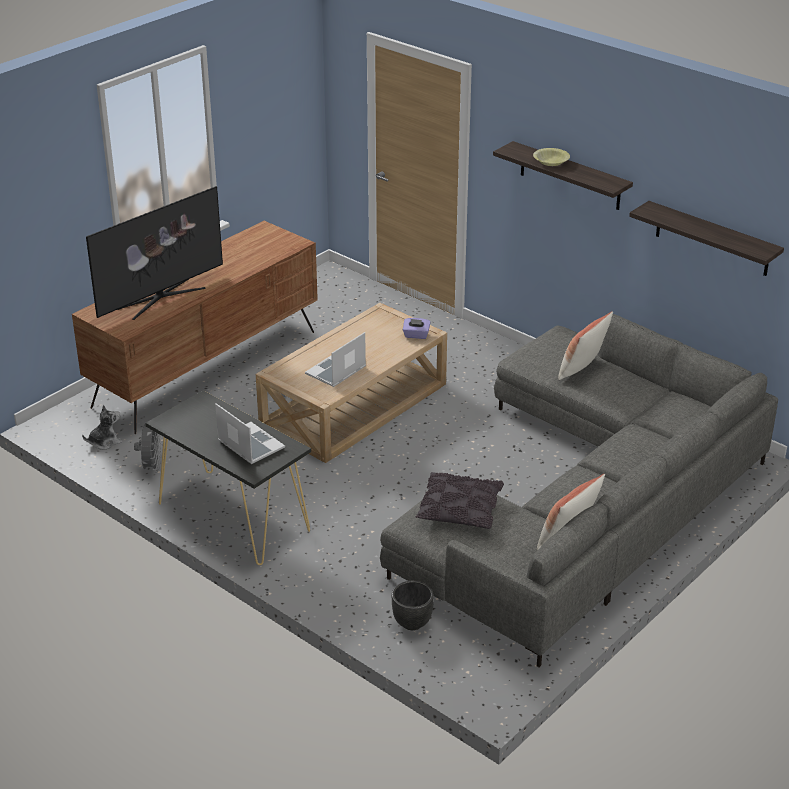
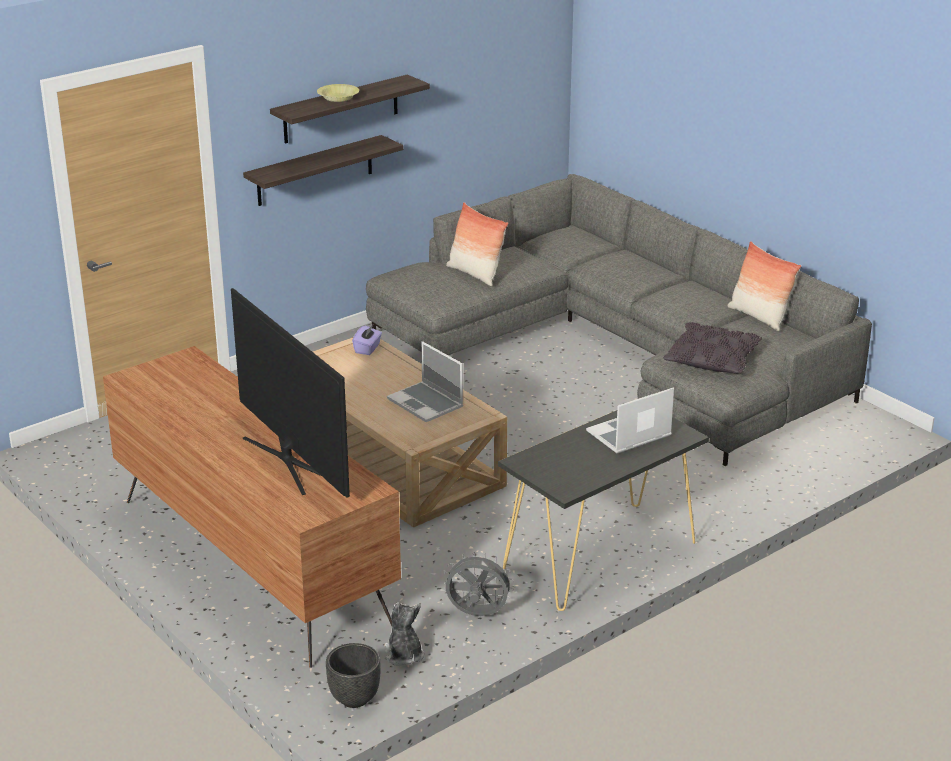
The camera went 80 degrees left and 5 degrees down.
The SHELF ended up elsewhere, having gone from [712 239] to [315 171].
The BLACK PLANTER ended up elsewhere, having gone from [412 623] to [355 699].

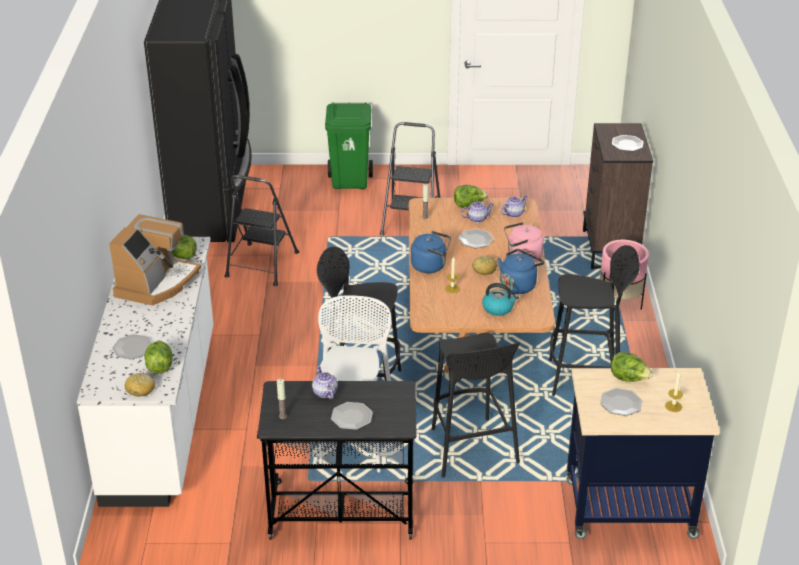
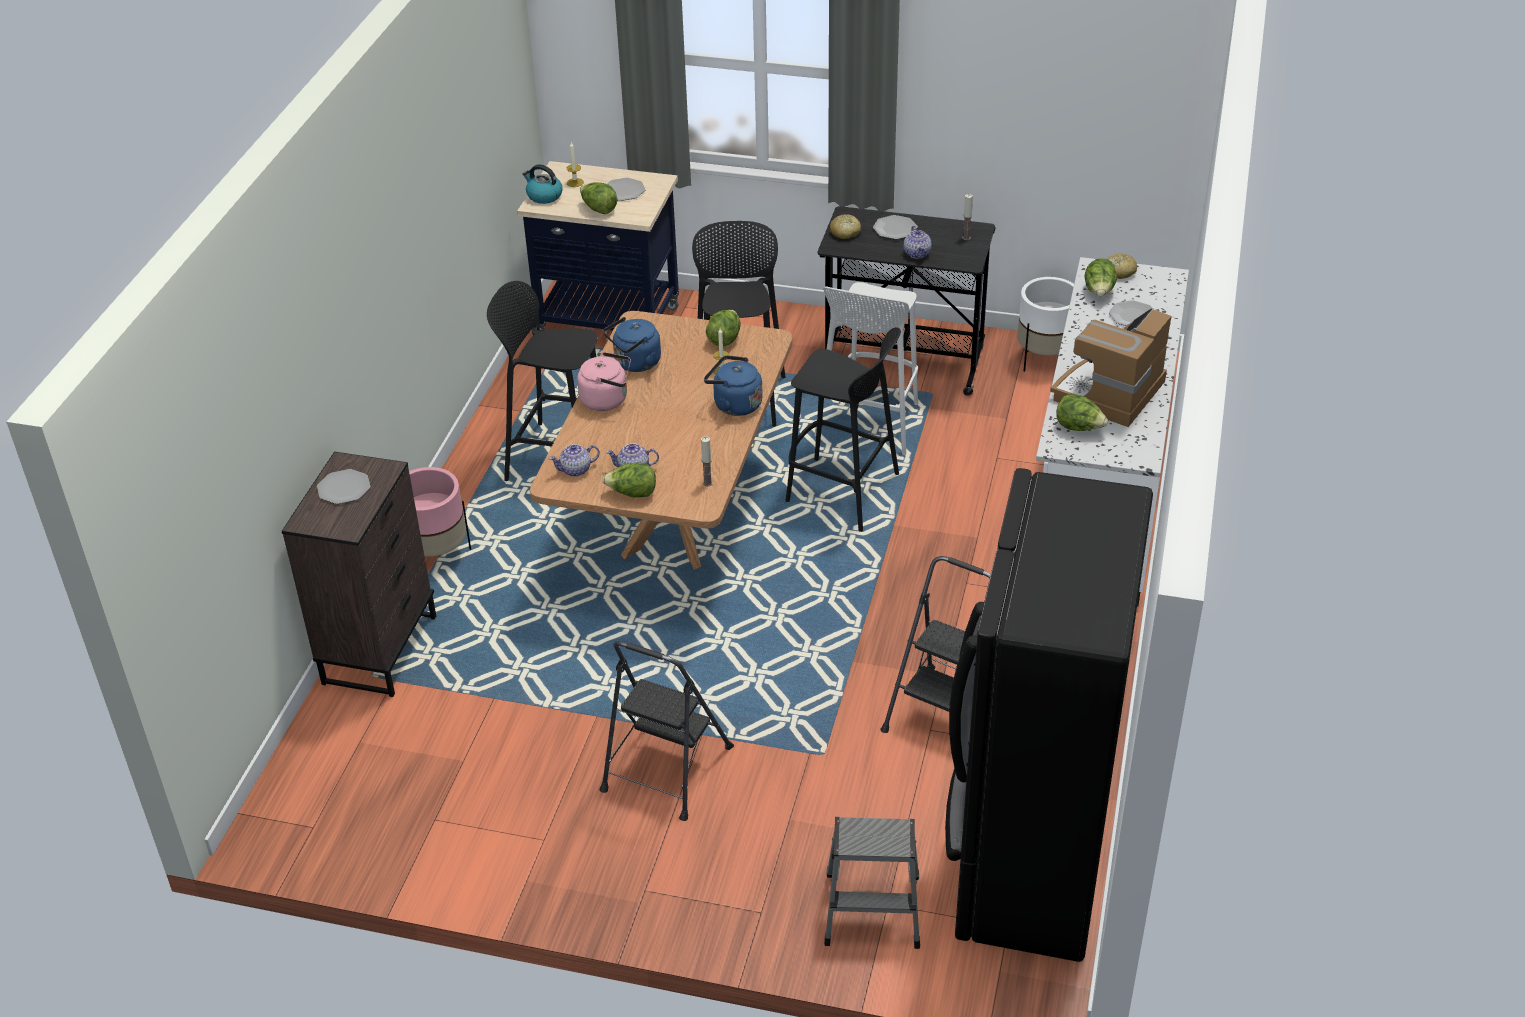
The camera went 165 degrees left and 5 degrees up.
The KETTLE ended up elsewhere, having gone from [498 308] to [544 196].
The second view gained the LETTUCE at [724 339].
The second view gained the GREY STEP LADDER at [871 908].
The BREAD ended up elsewhere, having gone from [484 269] to [845 232].
The second view gained the WHITE PLANTER at [1044 359].
The second view lost the GREEN TRASH CAN at [350 181].
The second view lost the PLATE at [475 239].

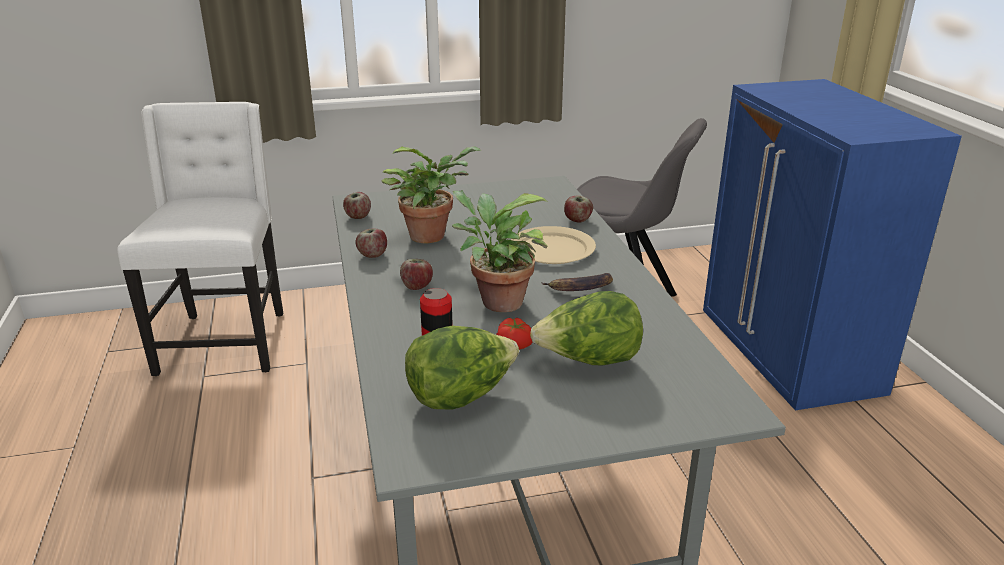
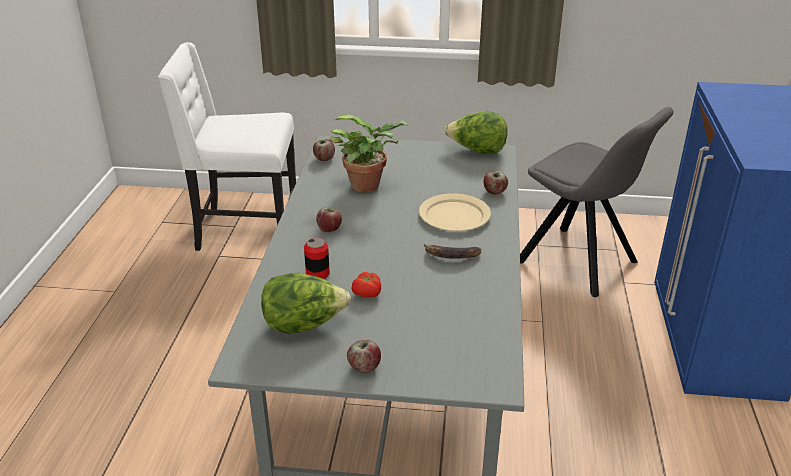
The camera went 20 degrees right and 5 degrees up.
The WHITE CHAIR at [225 341] ended up facing another way, 105 degrees counterclockwise from before.
The APPLE ended up elsewhere, having gone from [372 255] to [364 367].
The LETTUCE ended up elsewhere, having gone from [588 361] to [477 151].
The second view lost the POTTED PLANT at [496 302].

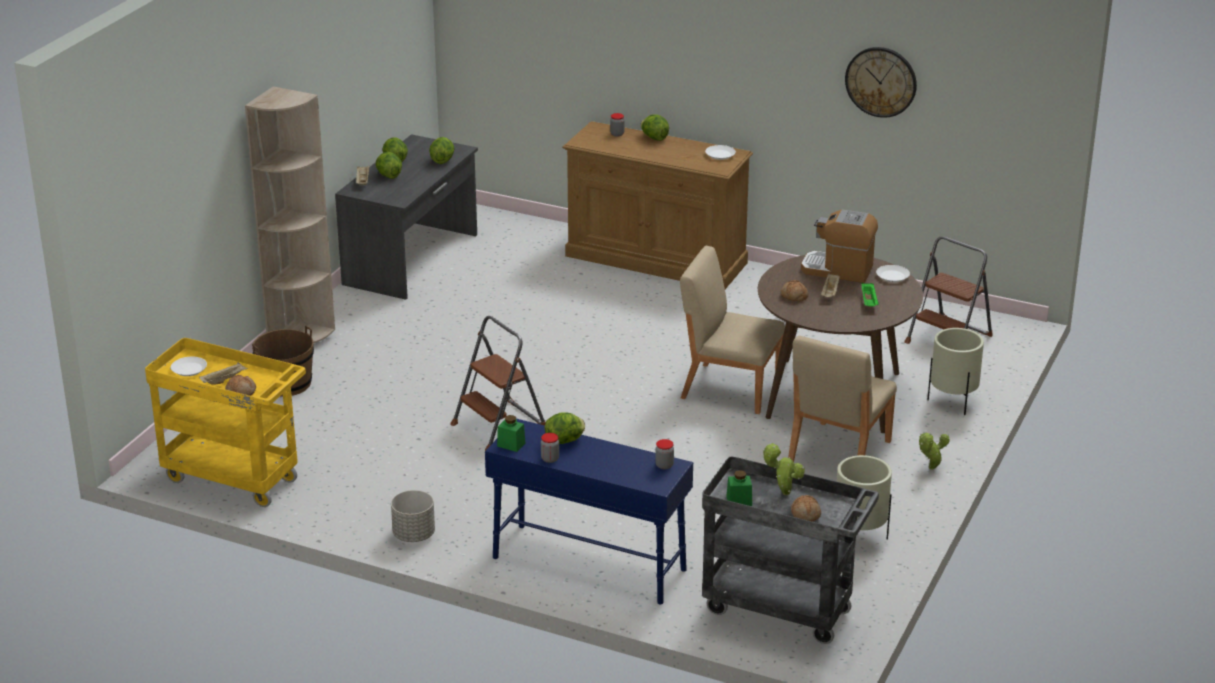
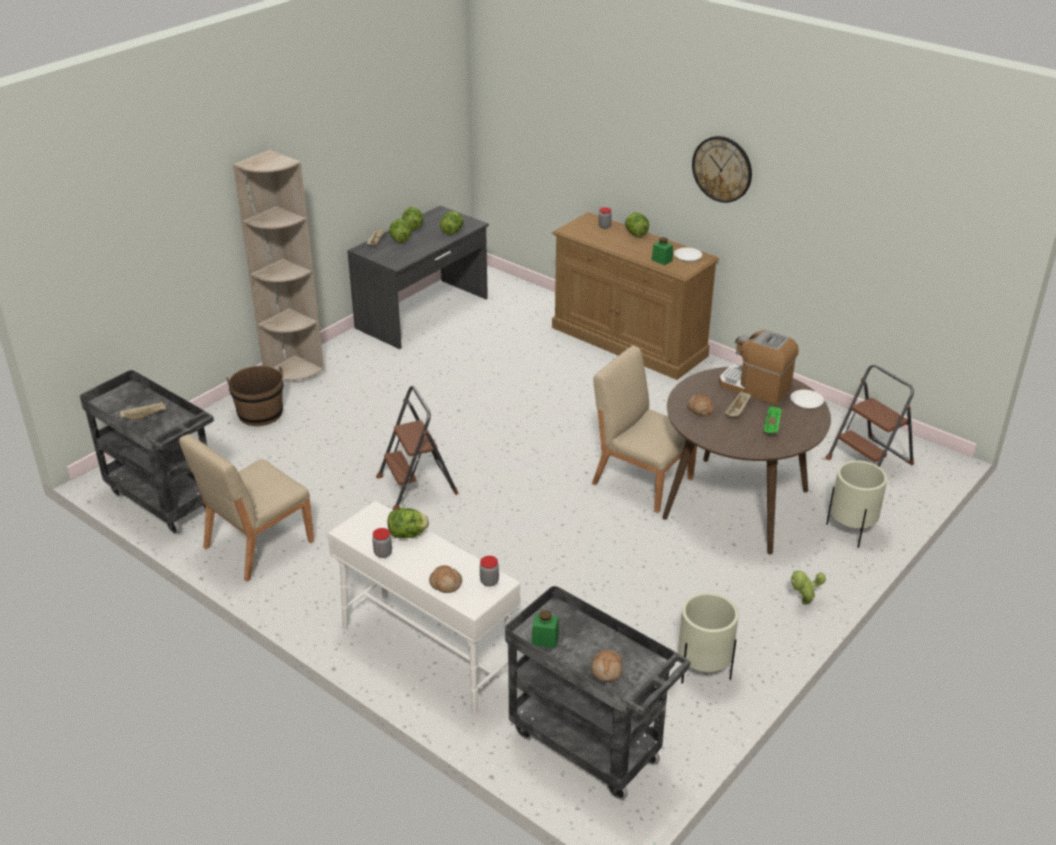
The camera went 15 degrees right and 5 degrees up.
What was the YELLOW CART at [236 482] turned into the BLACK CART at [166 505].
The BEIGE CHAIR ended up elsewhere, having gone from [838 452] to [257 545].
What was the BLUE CONSOLE TABLE at [589 563] turned into the WHITE CONSOLE TABLE at [428 651].
The BREAD ended up elsewhere, having gone from [241 391] to [446 583].
The GREEN JAR ended up elsewhere, having gone from [511 444] to [662 260].
The WALL CLOCK ended up elsewhere, having gone from [881 81] to [722 169].
The second view lost the WHITE PLATE at [188 369].
The second view lost the GREY PLANTER at [413 535].
The second view lost the POTTED PLANT at [783 493].

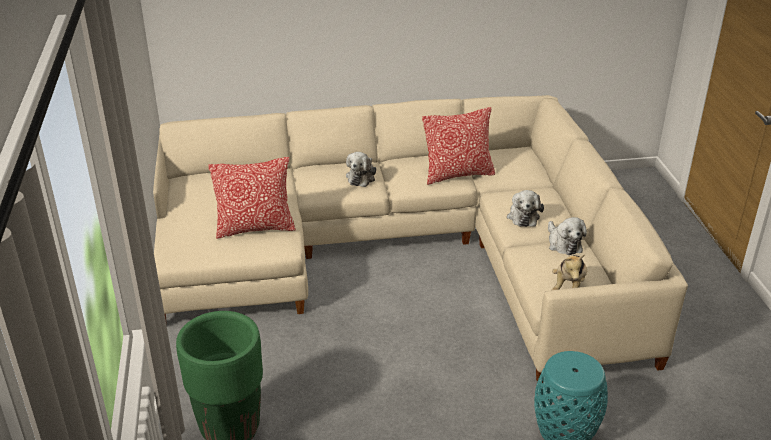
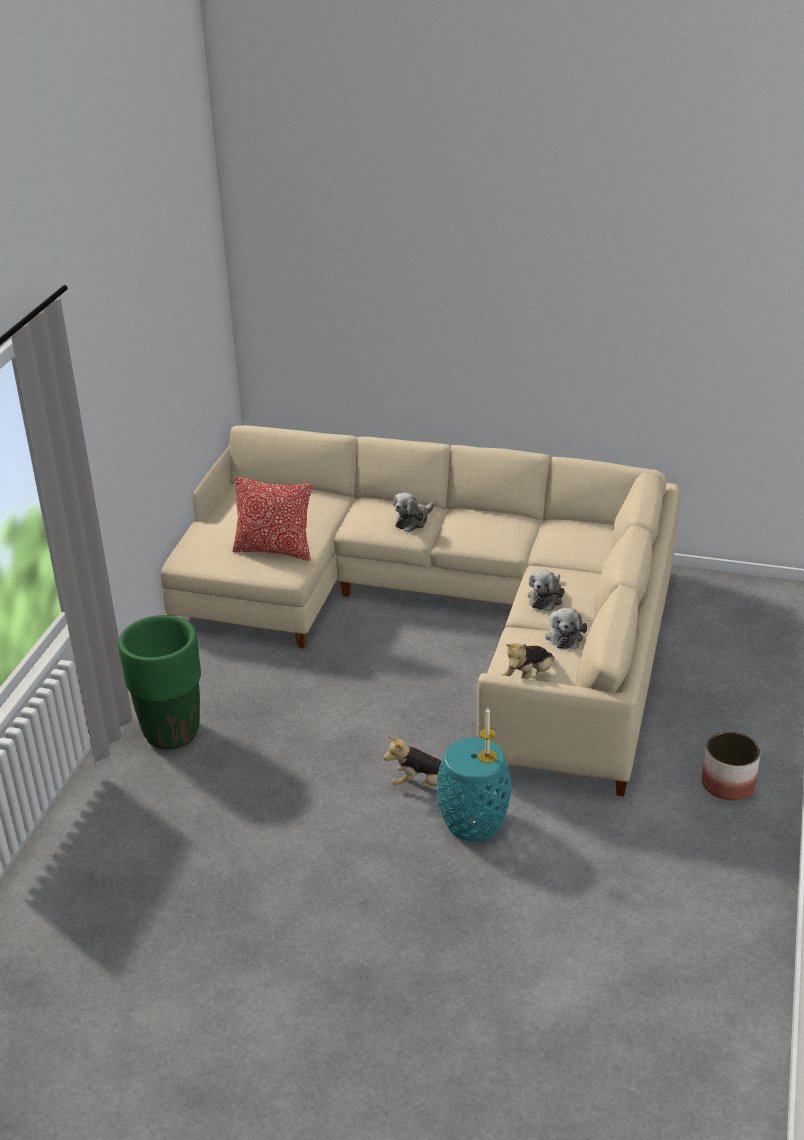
The camera went 25 degrees right and 0 degrees up.
The second view gained the PLUSH TOY at [424 785].
The second view gained the CANDLE at [487 756].
The second view gained the PLANTER at [728 784].
The second view lost the PILLOW at [458 174].

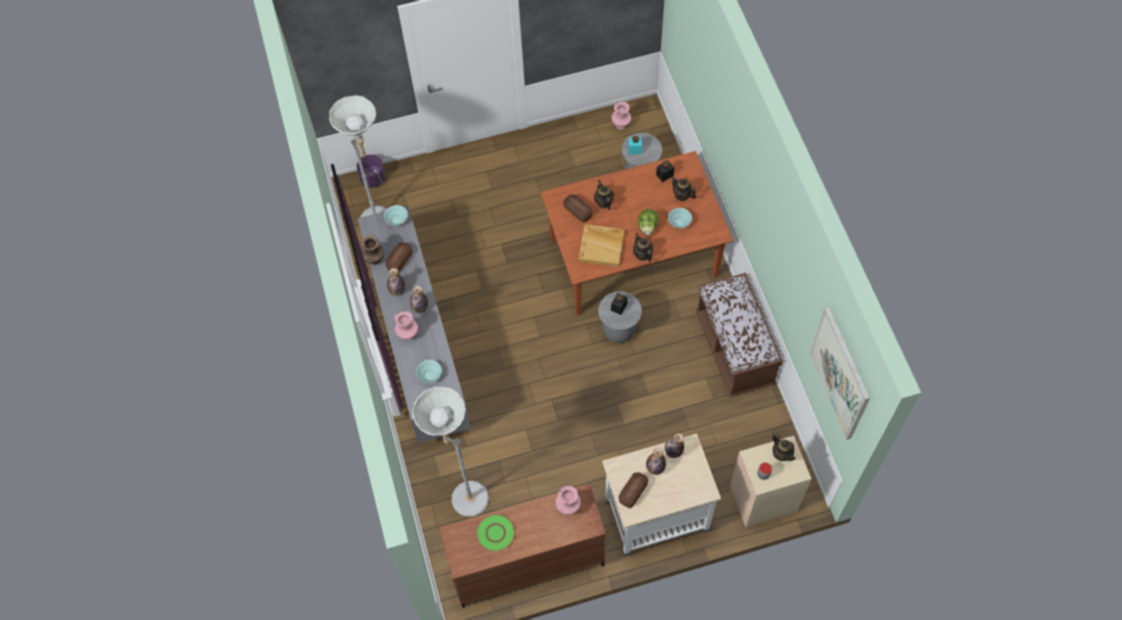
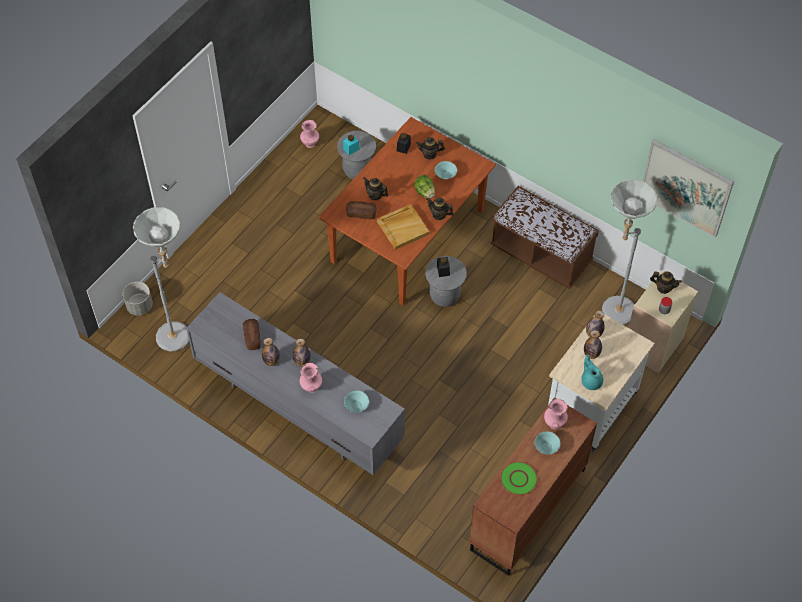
The camera went 40 degrees left and 5 degrees down.
What was the PURPLE PLANTER at [373 178] turned into the GREY PLANTER at [139 306].
The TURQUOISE BOWL ended up elsewhere, having gone from [397 219] to [546 447].
Where the BREAD stood at [633 492], the TURQUOISE TEAPOT came to stand at [591 381].
The GREY FLOOR LAMP ended up elsewhere, having gone from [463 495] to [611 311].
The second view lost the BROWN VASE at [374 259].

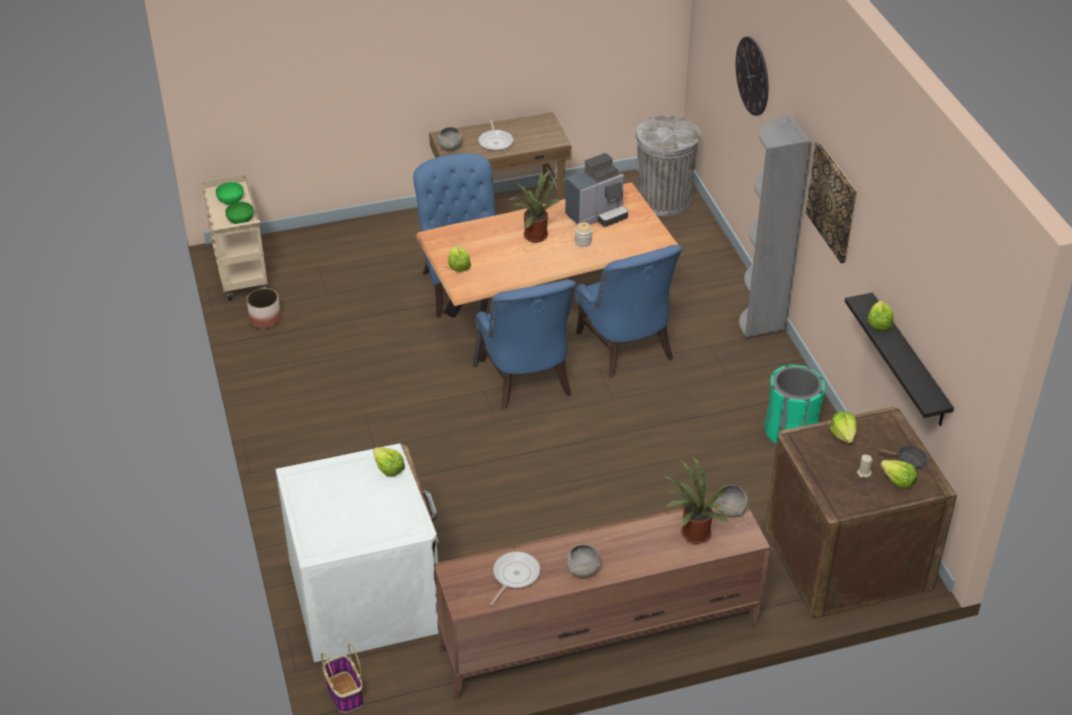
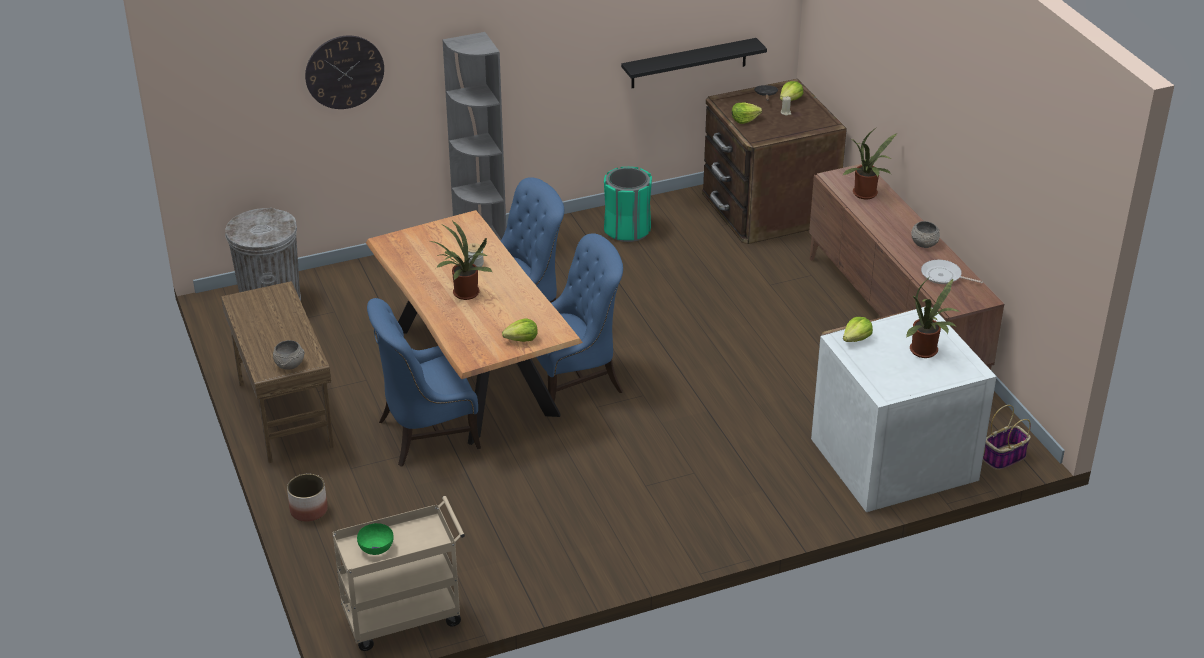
The camera went 95 degrees left and 5 degrees down.
The PLANTER ended up elsewhere, having gone from [265 319] to [309 510].
The second view gained the POTTED PLANT at [926 352].
The second view lost the GREEN BOWL at [241 220].
The second view lost the FRYING PAN at [495 142].
The second view lost the COFFEE MACHINE at [597 215].
The second view lost the GREY BOWL at [730 510].
The second view lost the PICTURE at [832 201].
The second view lost the LETTUCE at [879 323].

